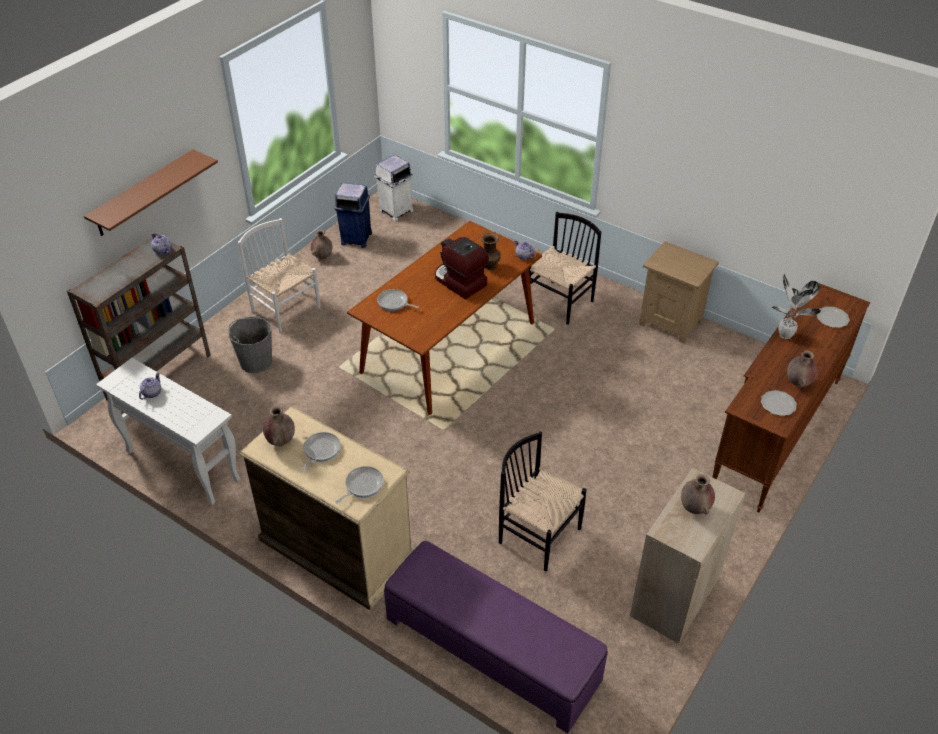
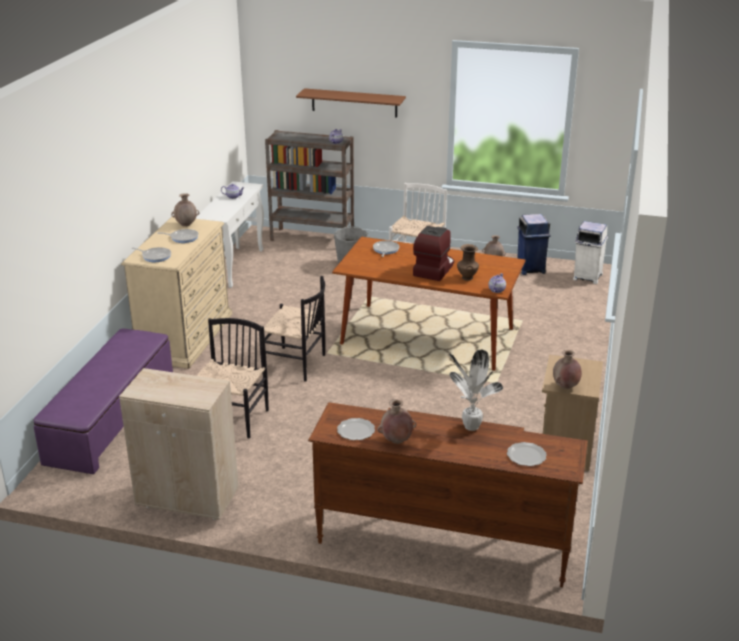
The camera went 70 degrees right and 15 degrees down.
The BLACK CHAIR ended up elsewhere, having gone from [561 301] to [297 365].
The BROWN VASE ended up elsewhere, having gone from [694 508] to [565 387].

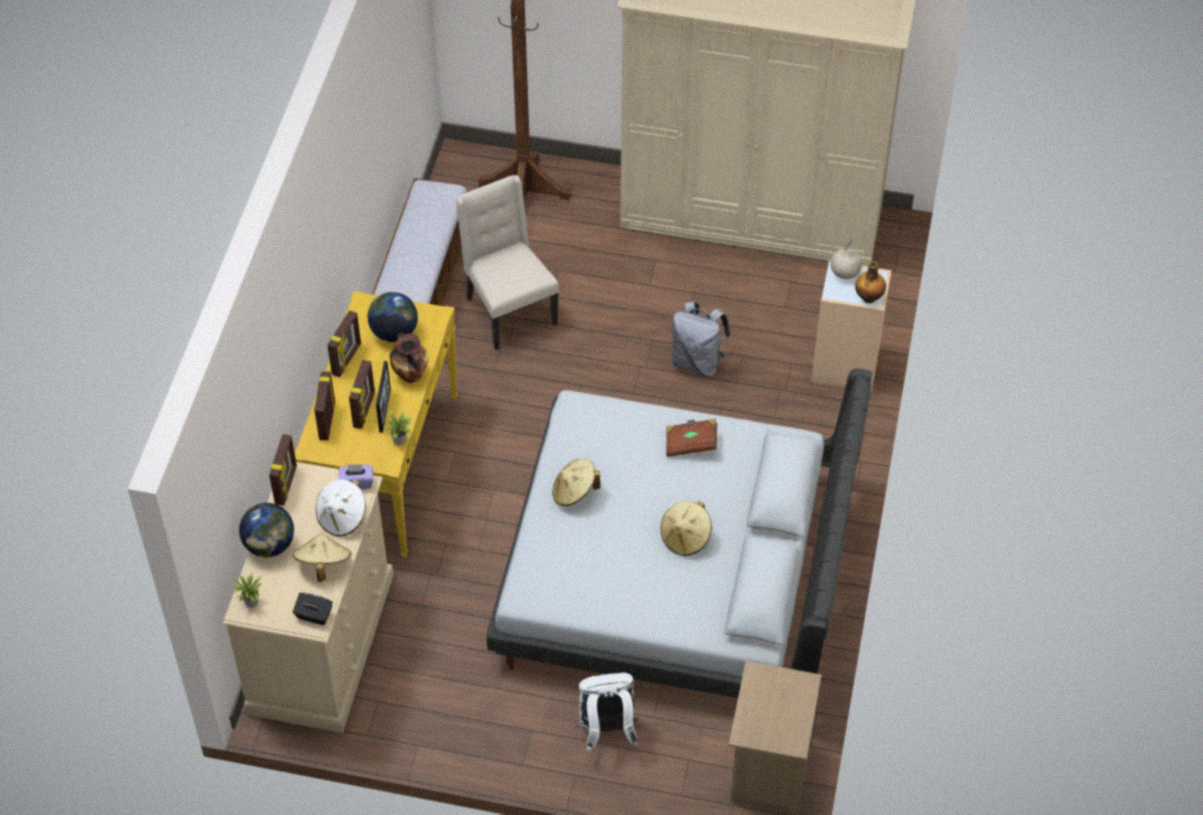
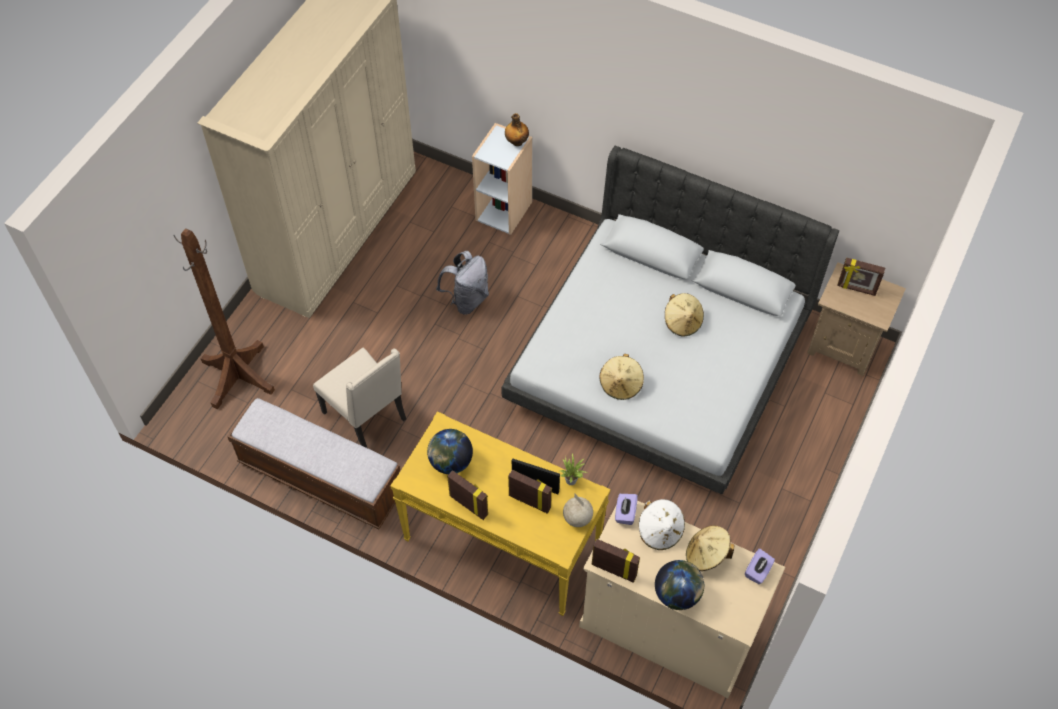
The camera went 75 degrees left and 5 degrees up.
The BEIGE CHAIR at [508 311] ended up facing another way, 120 degrees counterclockwise from before.
The GLOBE ended up elsewhere, having gone from [844 273] to [577 519].
What was the BLACK TISSUE BOX at [314 615] turned into the PURPLE TISSUE BOX at [758 571].
The PICTURE FRAME ended up elsewhere, having gone from [326 421] to [856 289].
The second view lost the POTTED PLANT at [251 603].
The second view lost the VASE at [411 375].
The second view lost the WHITE BACKPACK at [607 731].
The second view lost the BROWN BOOK at [691 444].

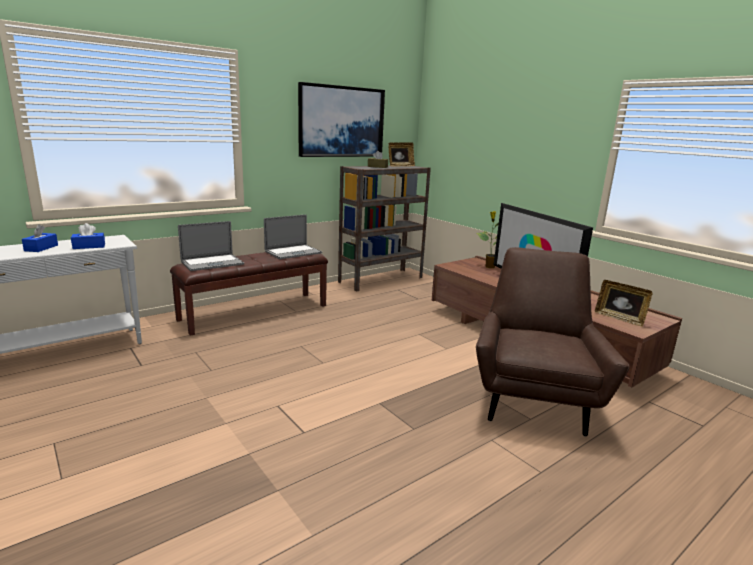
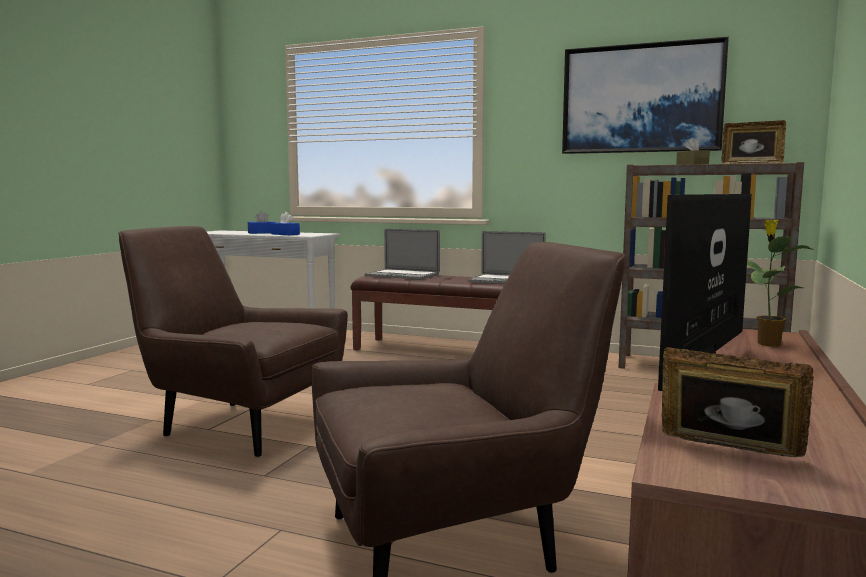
The camera went 60 degrees right and 10 degrees down.
The second view gained the BROWN ARMCHAIR at [238 425].
The PICTURE FRAME at [619 318] ended up facing another way, 105 degrees clockwise from before.

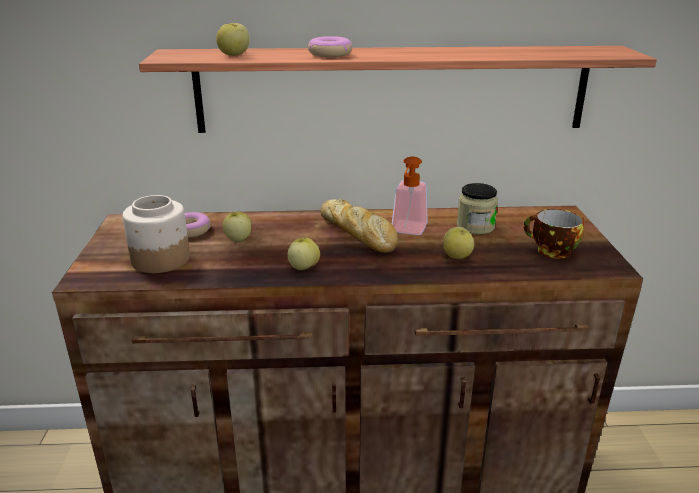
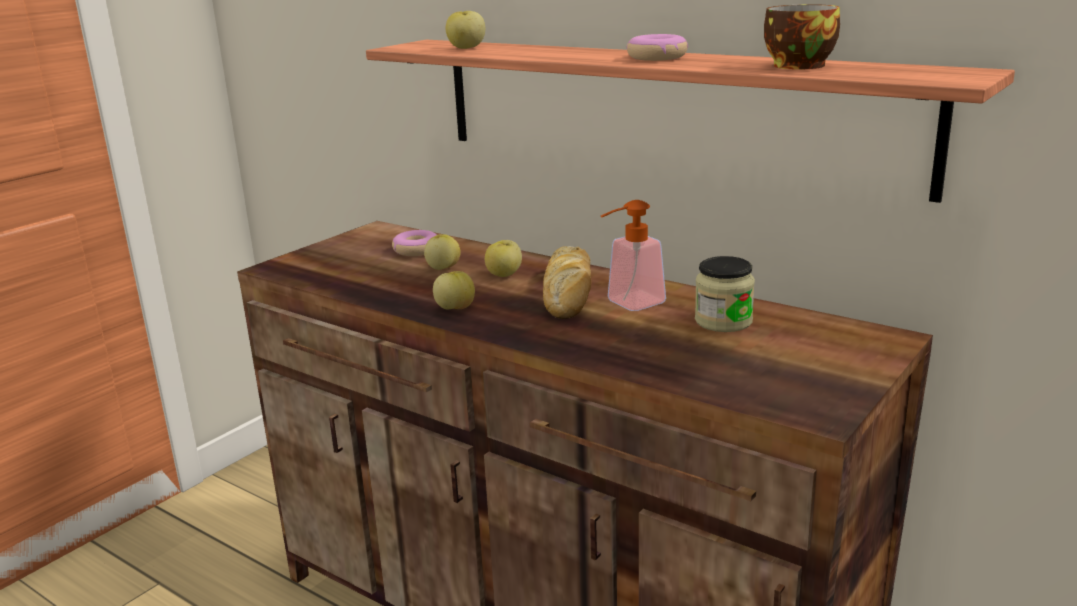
The camera went 40 degrees right and 5 degrees down.
The APPLE ended up elsewhere, having gone from [457 256] to [504 275].
The DONUT ended up elsewhere, having gone from [330 54] to [657 57].
The CUP ended up elsewhere, having gone from [551 251] to [794 66].
The second view lost the JAR at [160 260].

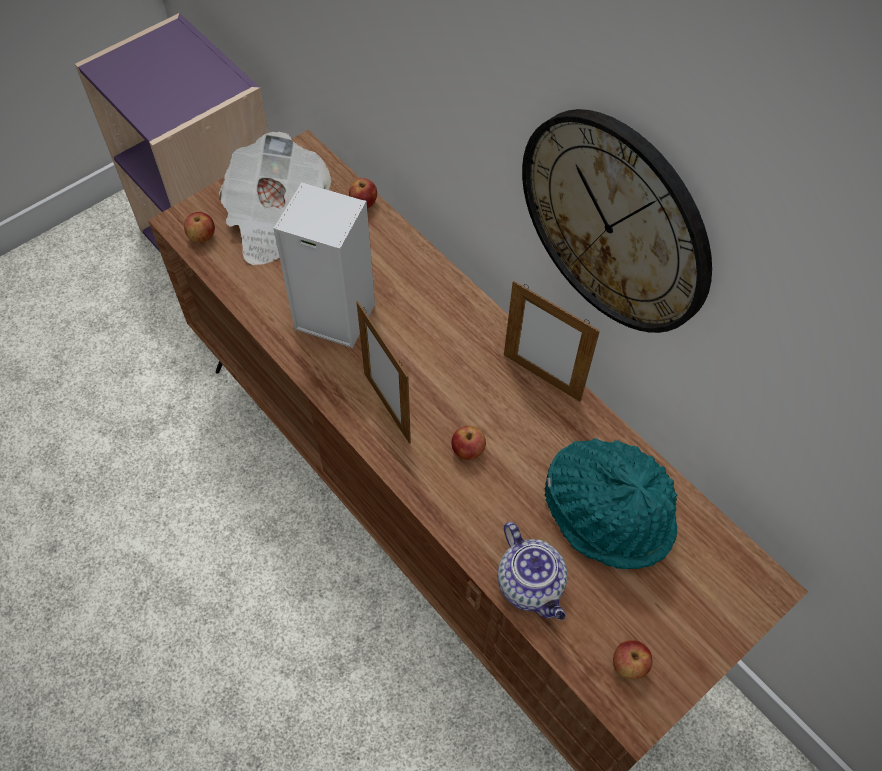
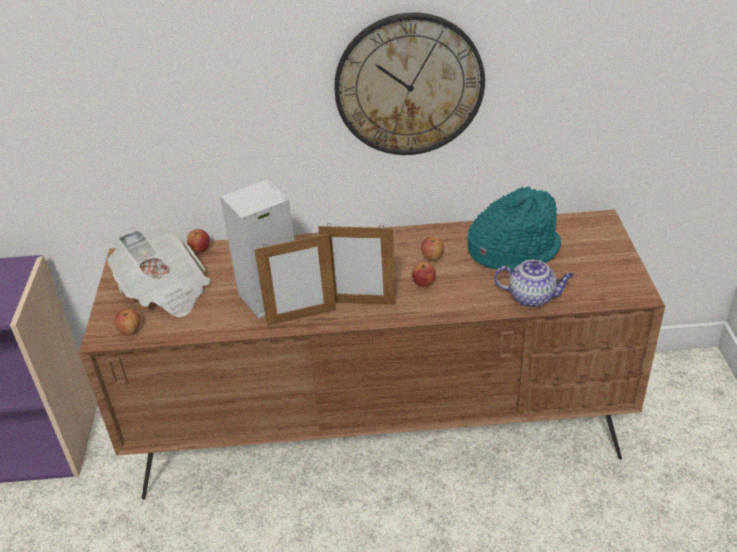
The camera went 50 degrees left and 20 degrees down.
The PICTURE FRAME ended up elsewhere, having gone from [541 377] to [301 317].
The APPLE ended up elsewhere, having gone from [628 665] to [432 257].

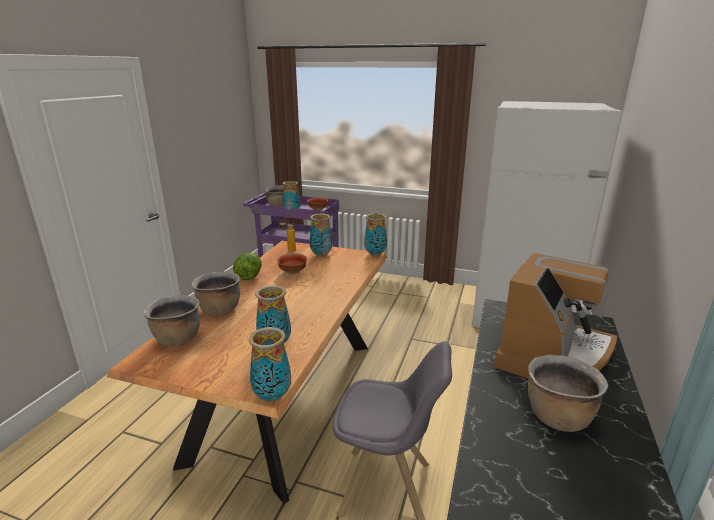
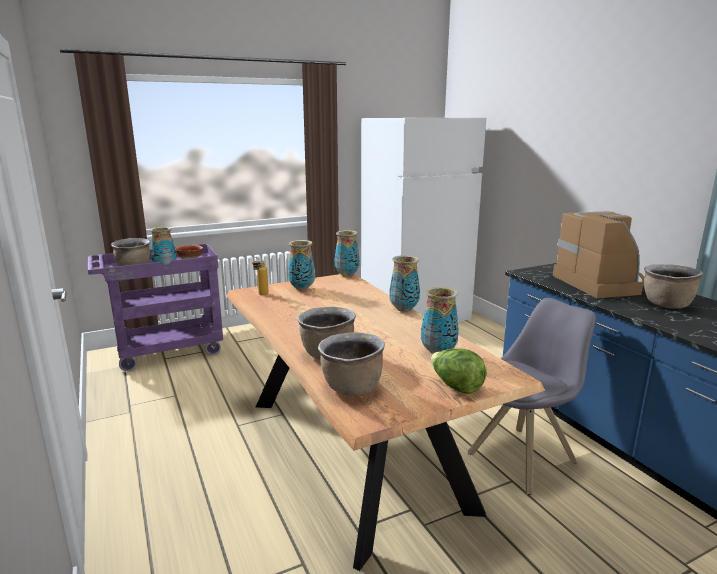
The camera went 45 degrees left and 5 degrees down.
The VASE ended up elsewhere, having gone from [272 396] to [404 309].
The LETTUCE ended up elsewhere, having gone from [249 276] to [455 387].
The second view lost the BOWL at [293 272].

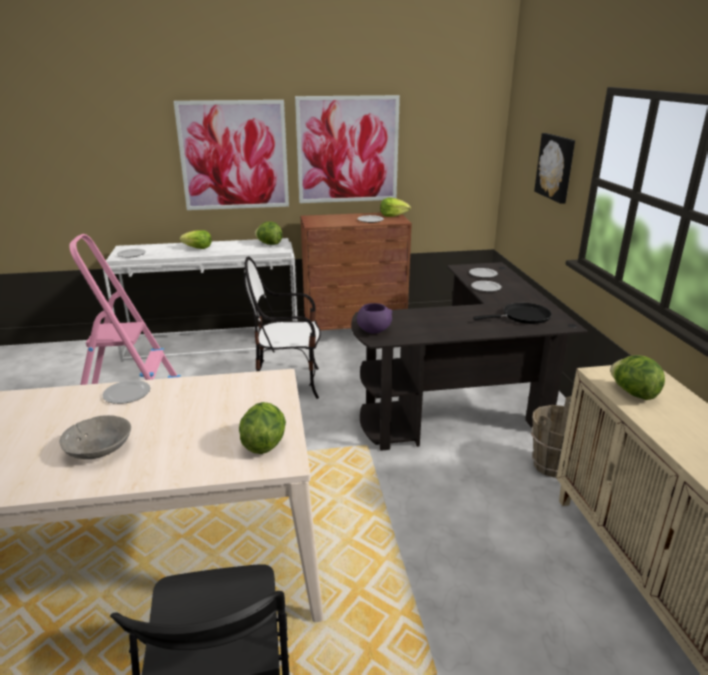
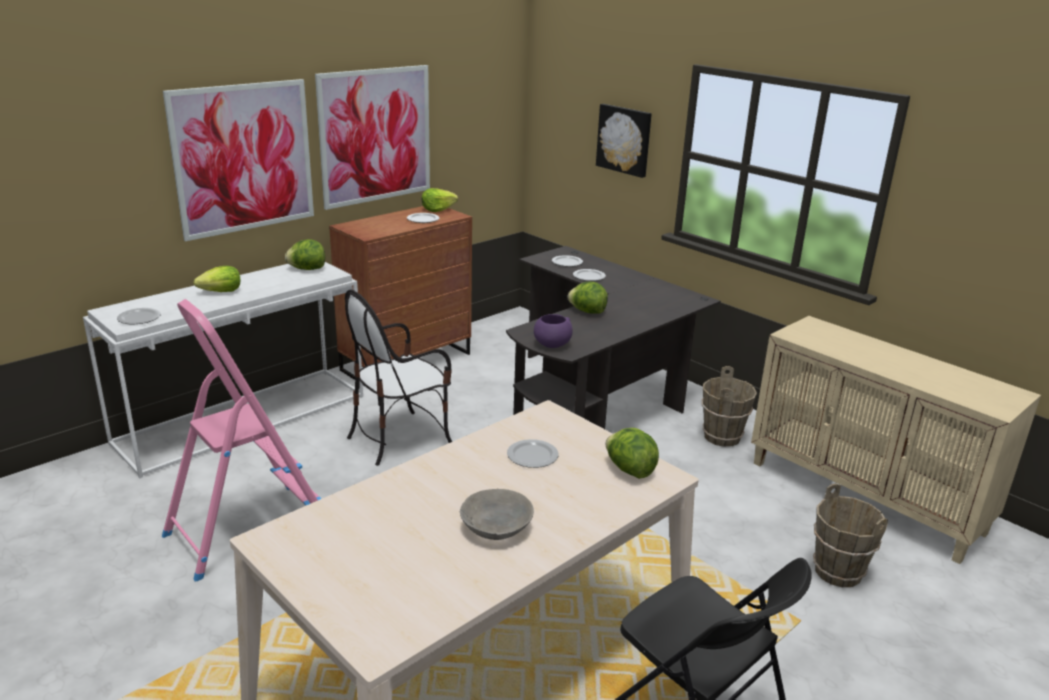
The camera went 35 degrees left and 0 degrees up.
The PLATE ended up elsewhere, having gone from [126 393] to [531 455].
The LETTUCE ended up elsewhere, having gone from [633 393] to [587 311].
The second view gained the BROWN BUCKET at [837 572].
The second view lost the BLACK FRYING PAN at [523 317].

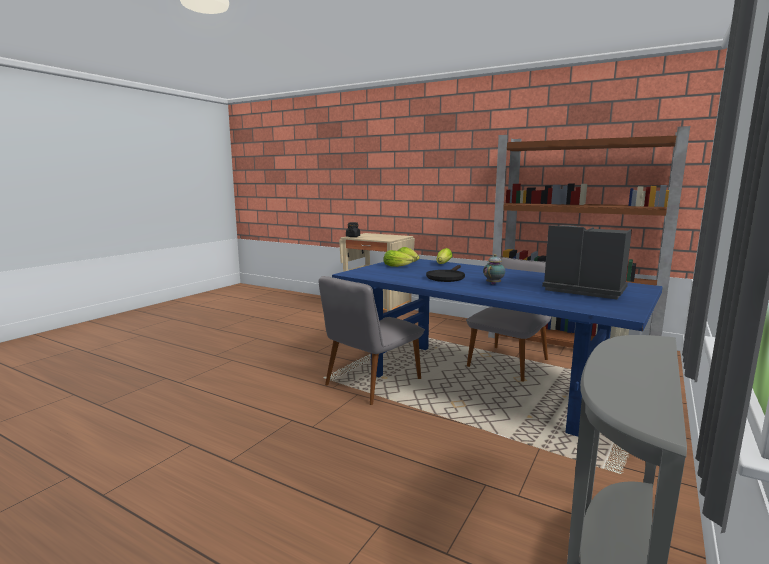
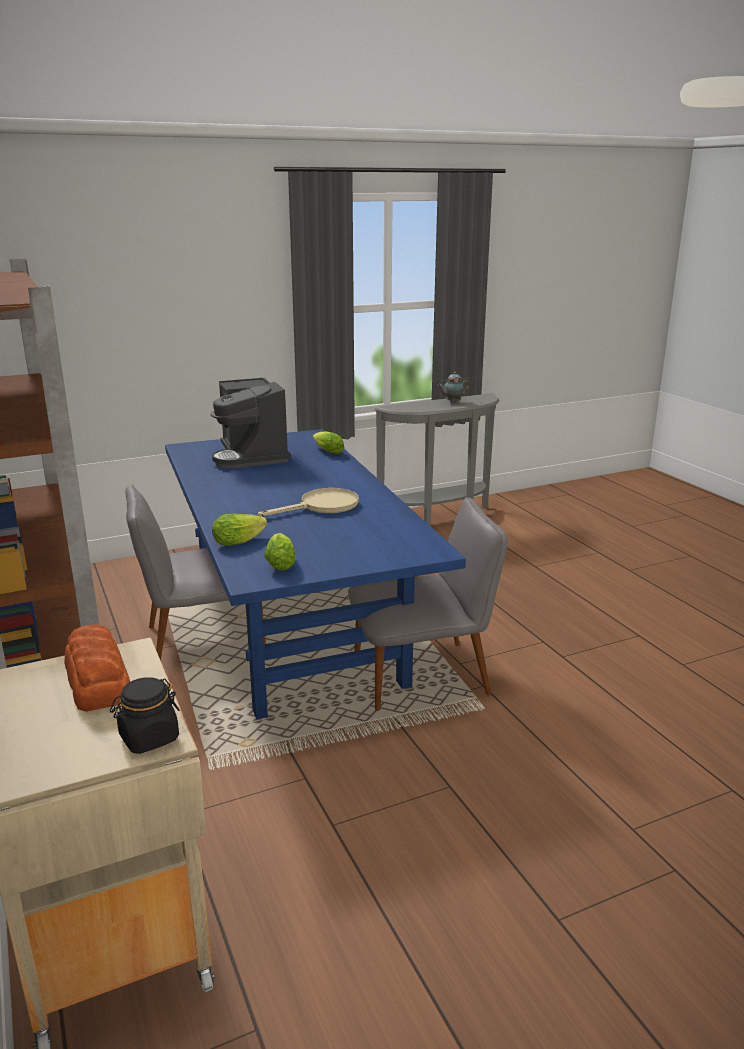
The camera went 145 degrees left and 10 degrees up.
The second view gained the BREAD at [98 679].
What was the BLACK FRYING PAN at [446 277] turned into the BEIGE FRYING PAN at [322 506].
The LETTUCE ended up elsewhere, having gone from [398 266] to [326 451].
The TEAPOT ended up elsewhere, having gone from [494 284] to [452 402].

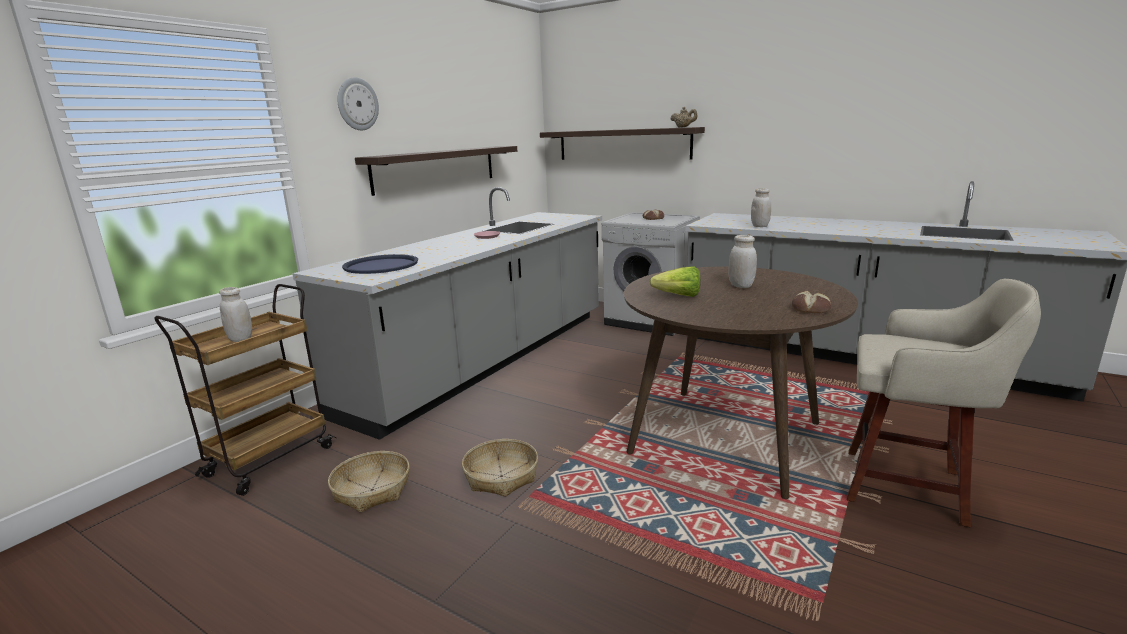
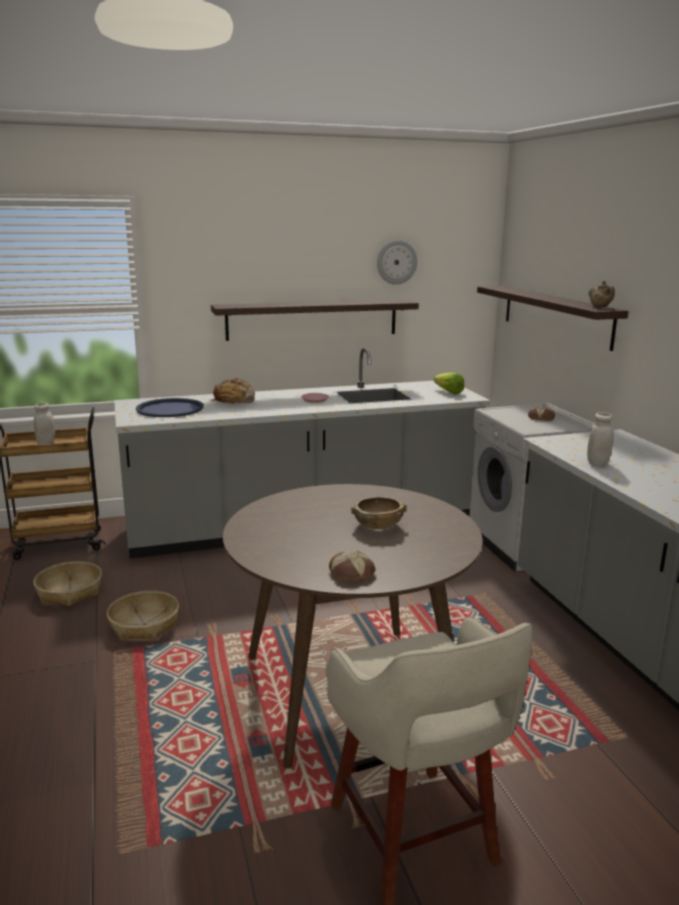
The camera went 40 degrees right and 0 degrees up.
The second view gained the BREAD at [234 401].
Where the WHITE JAR stood at [741 286], the BROWN BOWL came to stand at [378 525].
The WALL CLOCK ended up elsewhere, having gone from [357 104] to [396 262].
The LETTUCE ended up elsewhere, having gone from [674 296] to [447 392].

